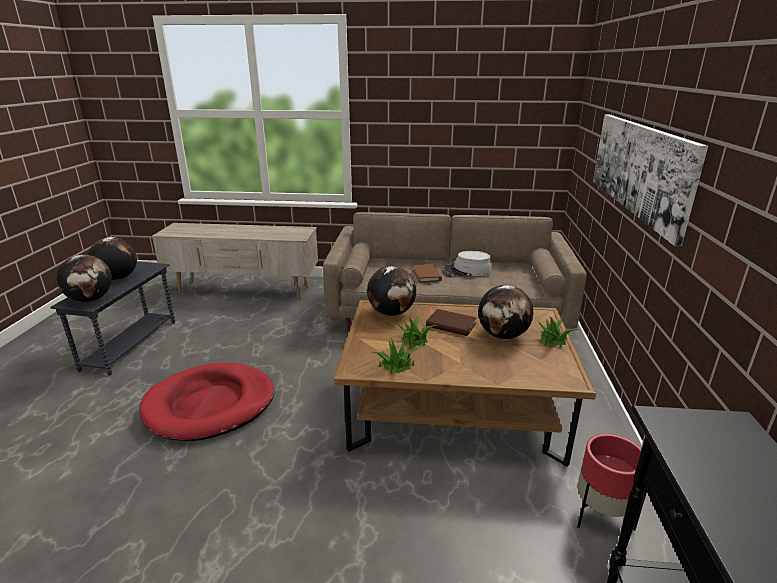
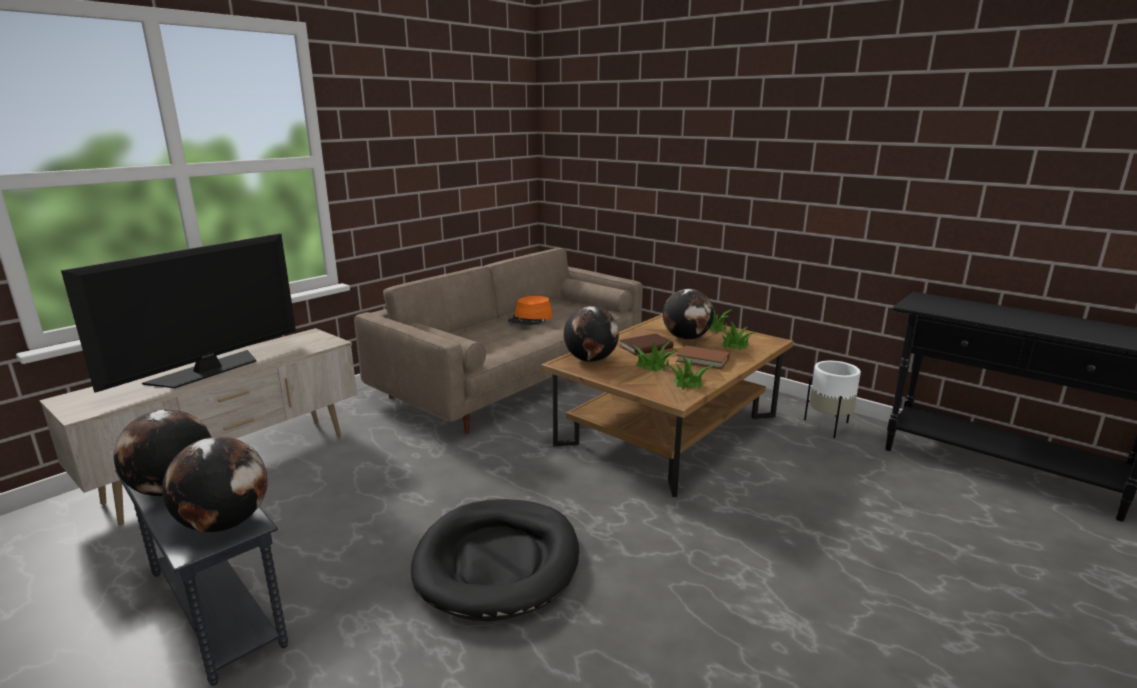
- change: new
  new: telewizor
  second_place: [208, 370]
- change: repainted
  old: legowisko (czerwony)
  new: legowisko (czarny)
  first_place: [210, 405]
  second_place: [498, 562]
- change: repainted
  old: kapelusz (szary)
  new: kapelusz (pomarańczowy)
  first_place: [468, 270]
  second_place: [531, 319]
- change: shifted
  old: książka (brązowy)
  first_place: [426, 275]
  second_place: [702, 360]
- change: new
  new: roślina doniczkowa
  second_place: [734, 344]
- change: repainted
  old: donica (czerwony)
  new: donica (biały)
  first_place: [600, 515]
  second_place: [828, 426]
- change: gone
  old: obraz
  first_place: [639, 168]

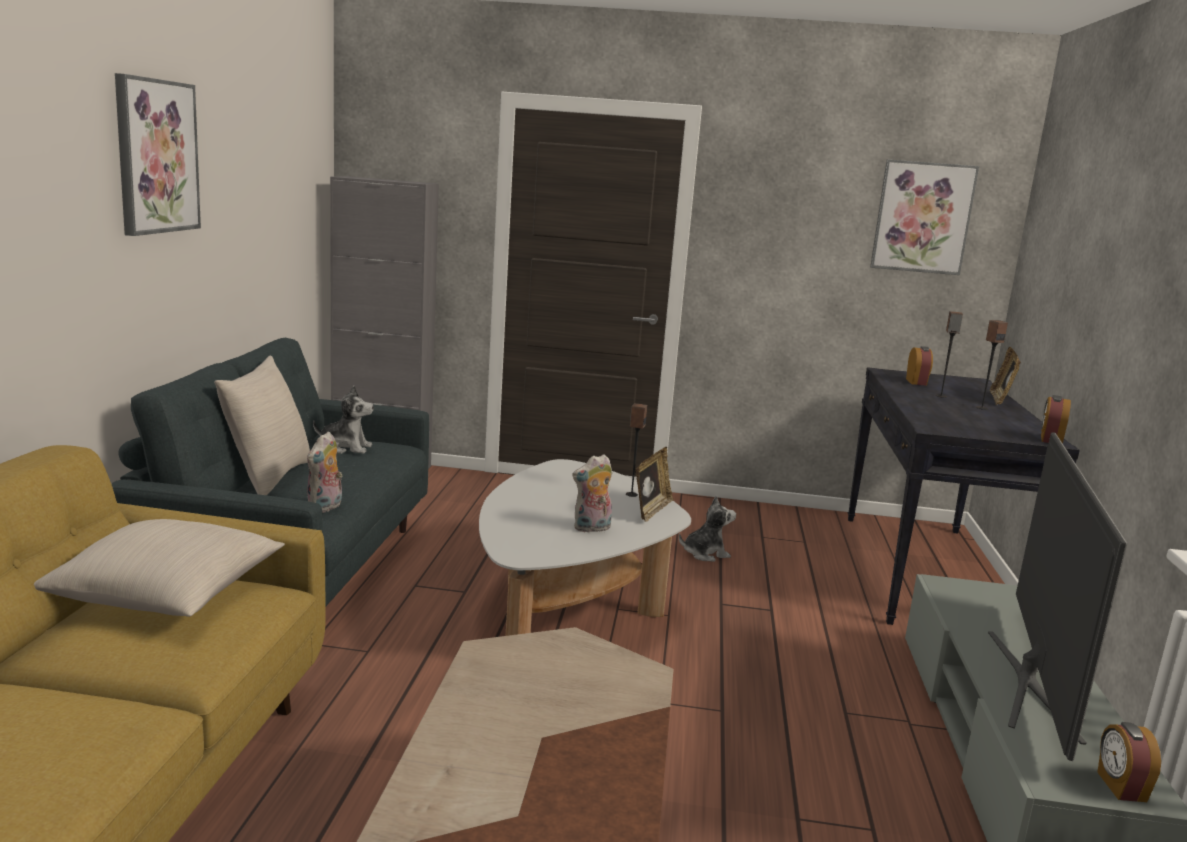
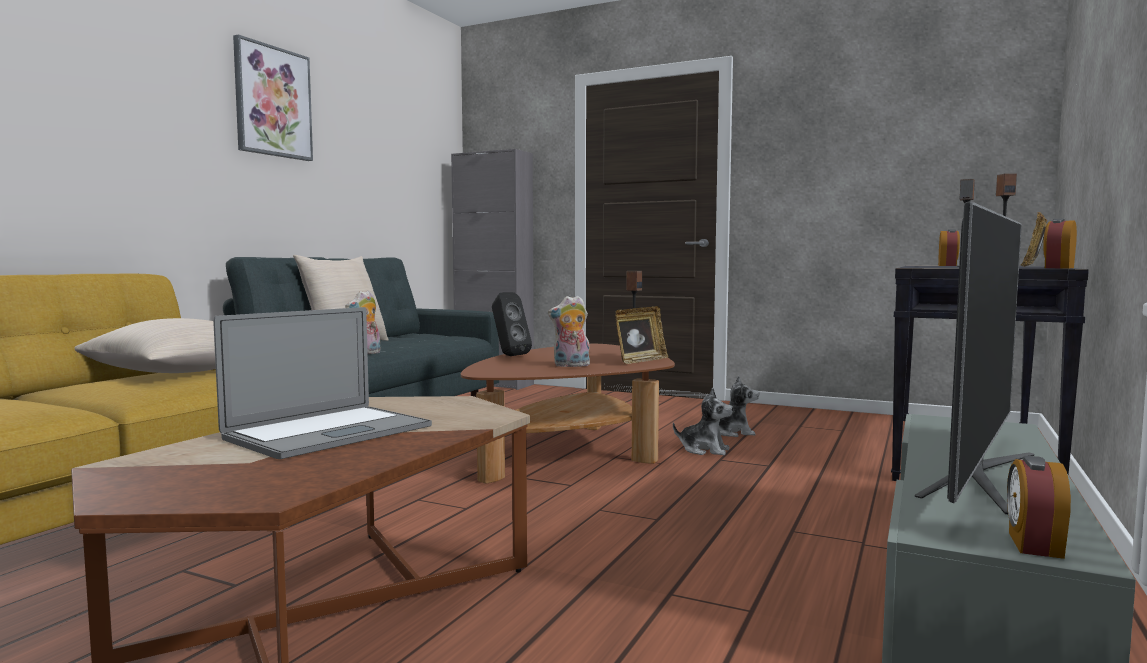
- change: new
  new: laptop
  second_place: [329, 432]
- change: repainted
  old: ława (biały)
  new: ława (brązowy)
  first_place: [568, 605]
  second_place: [572, 453]
- change: new
  new: głośnik (czarny)
  second_place: [509, 355]
- change: shifted
  old: pluszak
  first_place: [346, 447]
  second_place: [704, 450]
- change: gone
  old: obraz
  first_place: [922, 217]

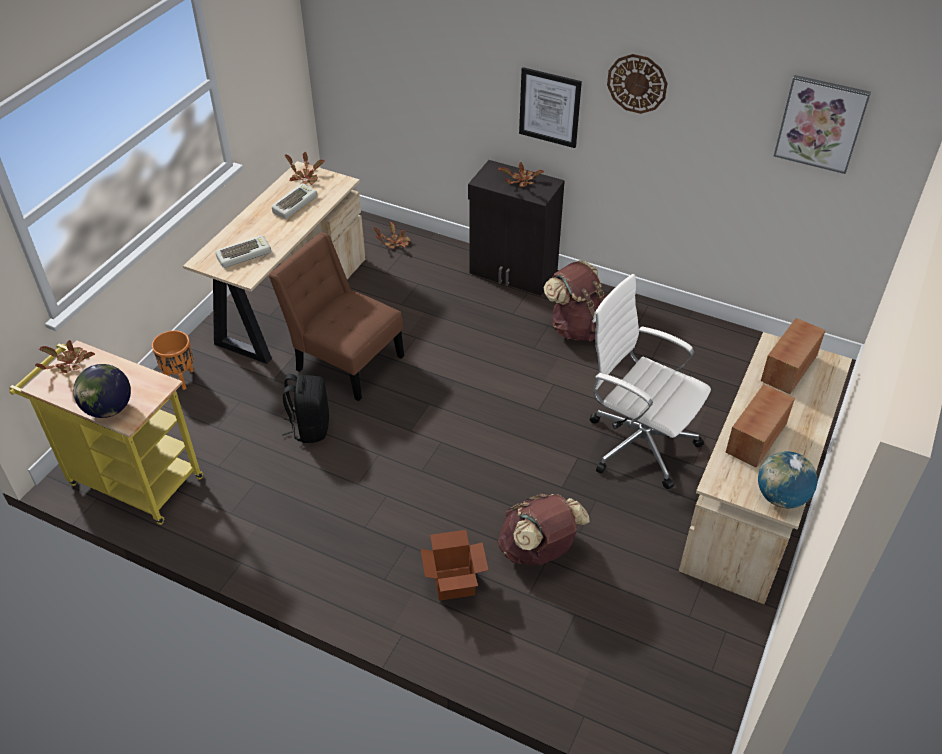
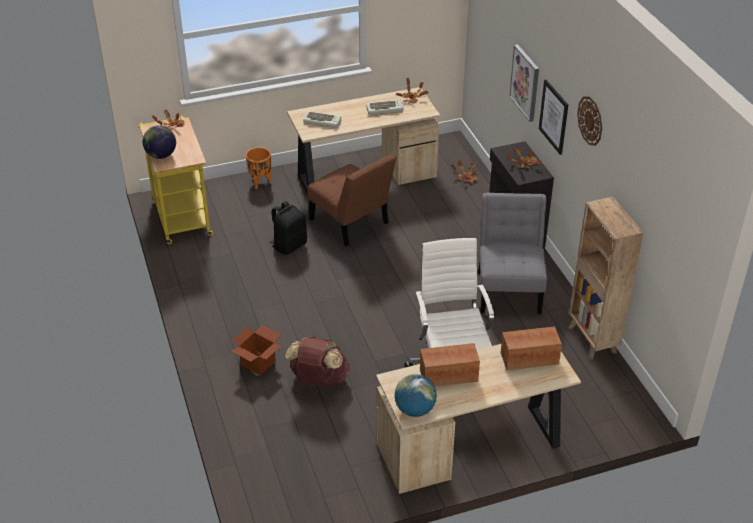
- change: rotated
  old: krzesło (brązowy)
  first_place: [345, 360]
  second_place: [351, 224]
  degrees: 150
- change: swapped
  old: plecak (brązowy)
  new: krzesło (szary)
  first_place: [578, 327]
  second_place: [509, 289]
- change: shifted
  old: obraz
  first_place: [821, 123]
  second_place: [525, 82]
- change: new
  new: regał (brązowy)
  second_place: [592, 340]

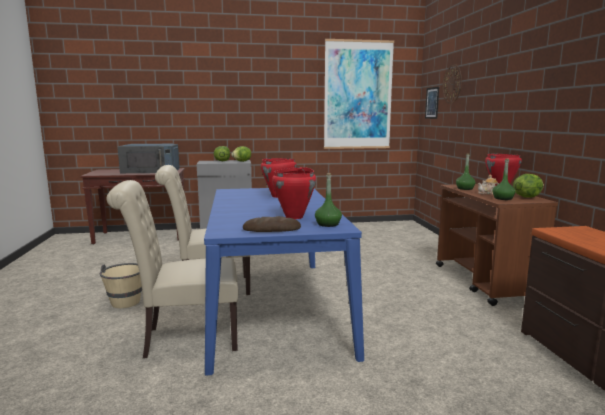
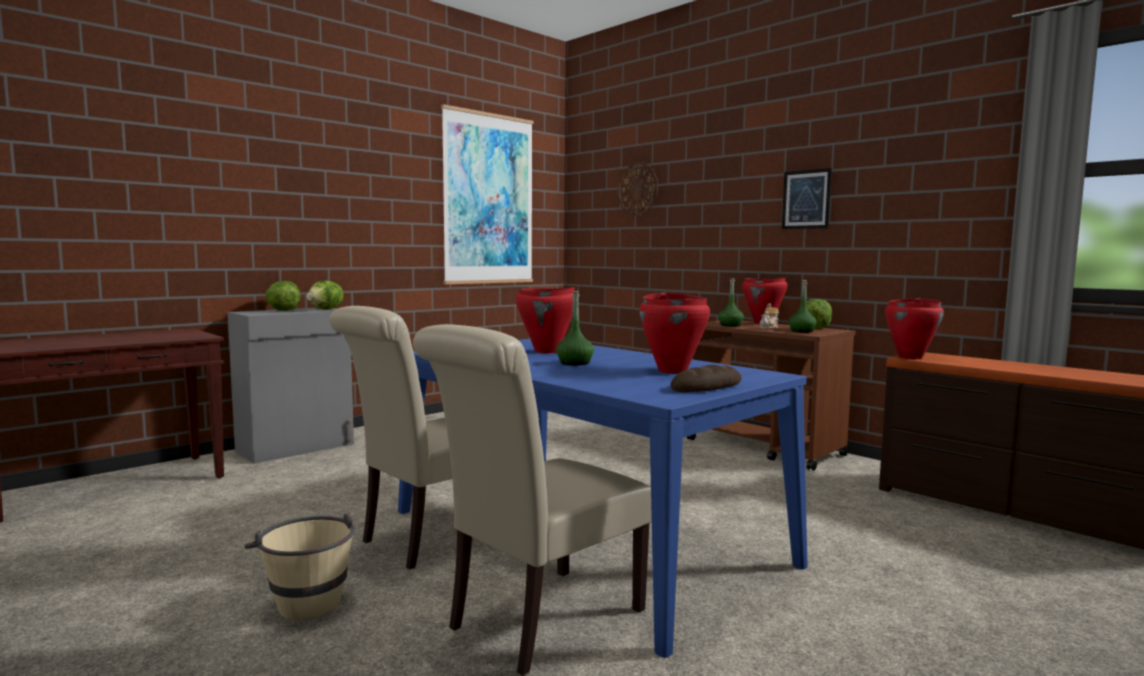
- change: shifted
  old: butelka (zielony)
  first_place: [328, 224]
  second_place: [574, 363]
- change: shifted
  old: obraz
  first_place: [432, 103]
  second_place: [806, 199]
- change: new
  new: garnek (czerwony)
  second_place: [911, 357]
- change: gone
  old: mikrofalówka (niebieski)
  first_place: [151, 171]

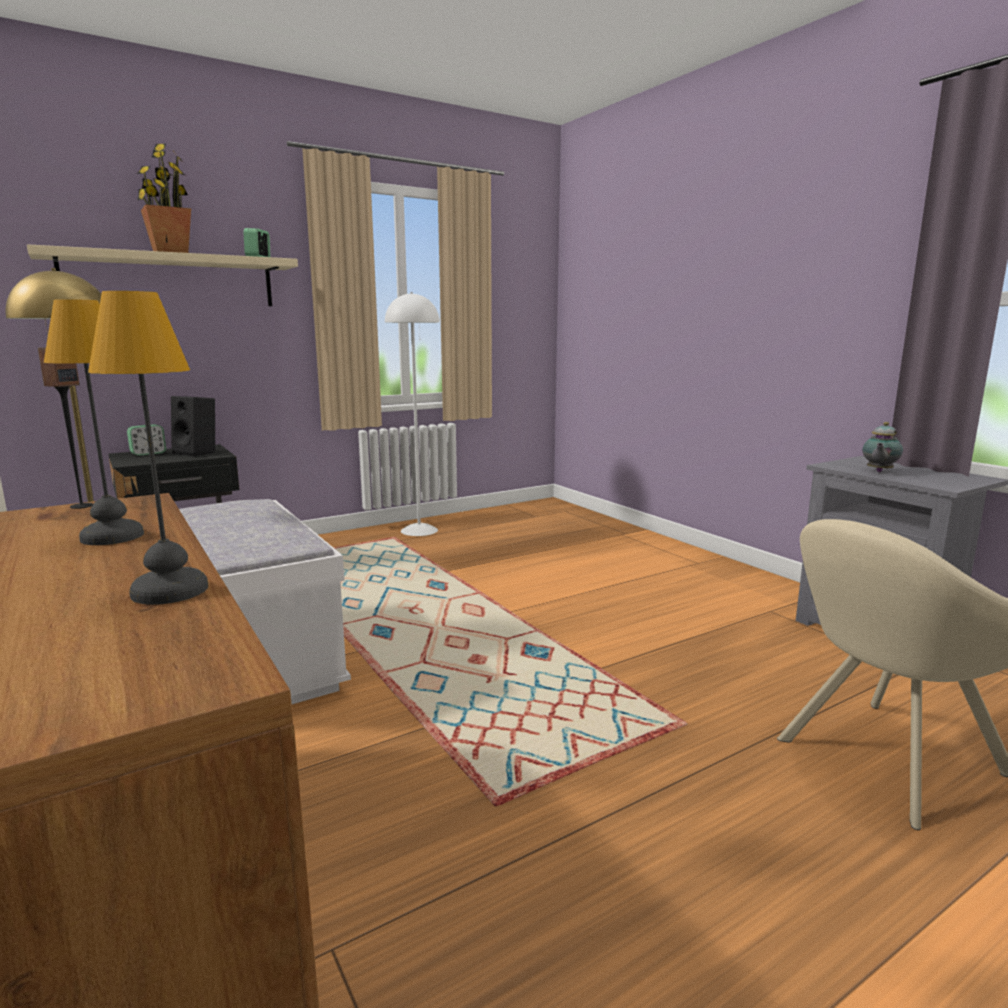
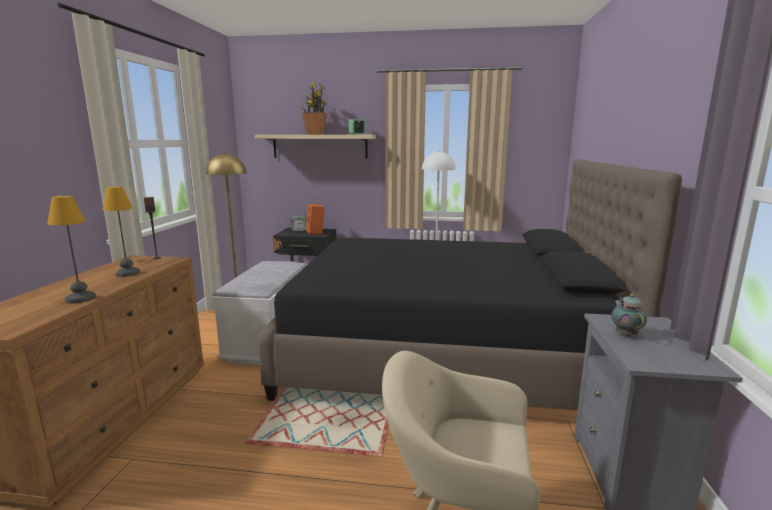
- change: new
  new: łóżko (czarny)
  second_place: [444, 352]
- change: repainted
  old: głośnik (czarny)
  new: głośnik (pomarańczowy)
  first_place: [198, 452]
  second_place: [316, 232]
- change: rotated
  old: imbryk
  first_place: [878, 471]
  second_place: [625, 334]
  degrees: 105

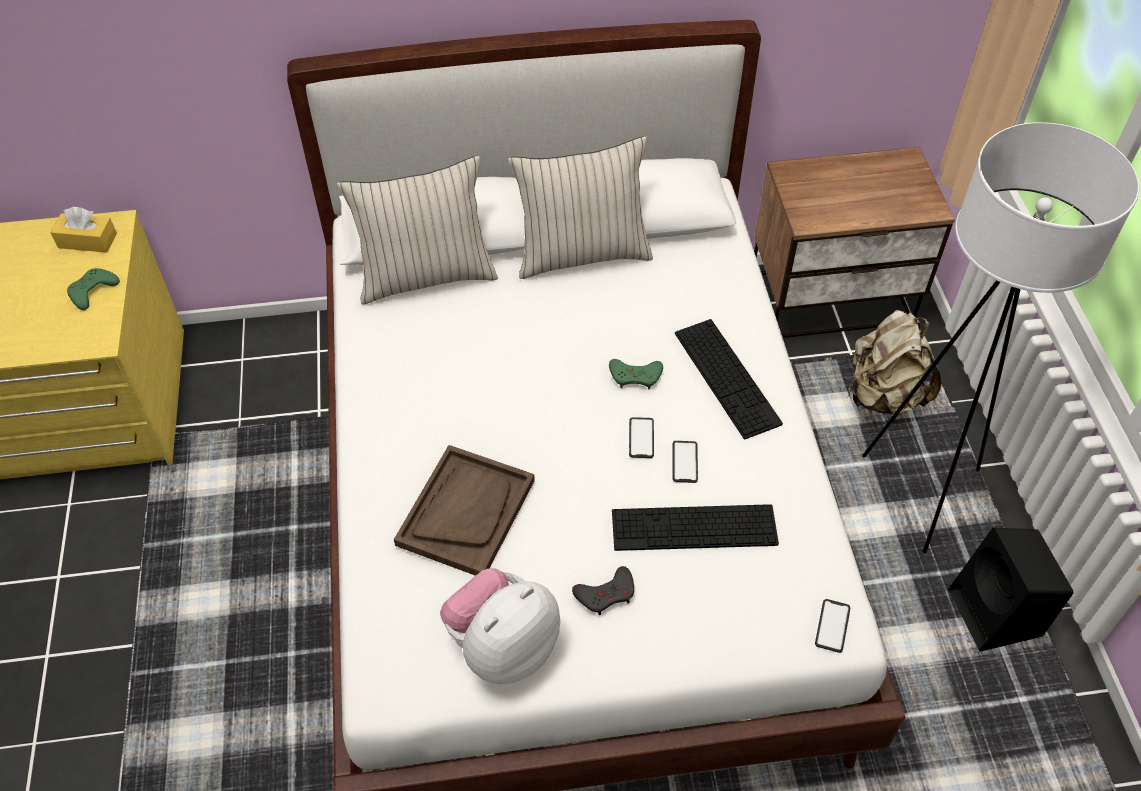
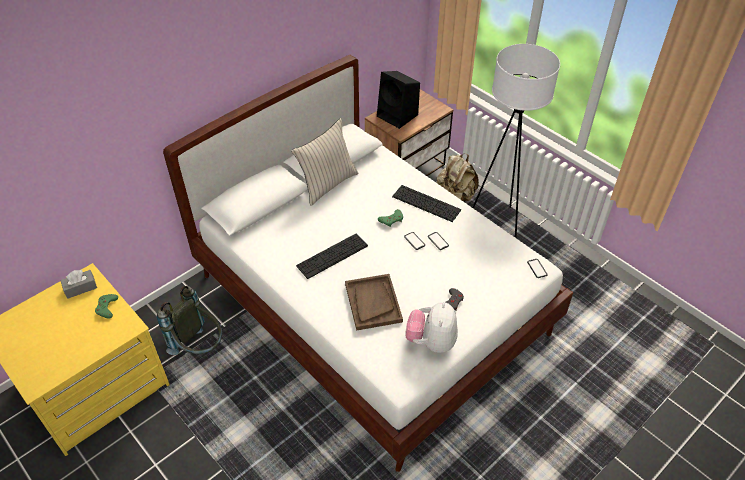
- change: repainted
  old: pudełko chusteczek (żółty)
  new: pudełko chusteczek (szary)
  first_place: [87, 241]
  second_place: [80, 288]
- change: new
  new: plecak (szary)
  second_place: [199, 347]
- change: shifted
  old: klawiatura
  first_place: [694, 527]
  second_place: [332, 256]
- change: shifted
  old: głośnik (czarny)
  first_place: [996, 615]
  second_place: [398, 116]
- change: gone
  old: poduszka (beżowy)
  first_place: [426, 276]

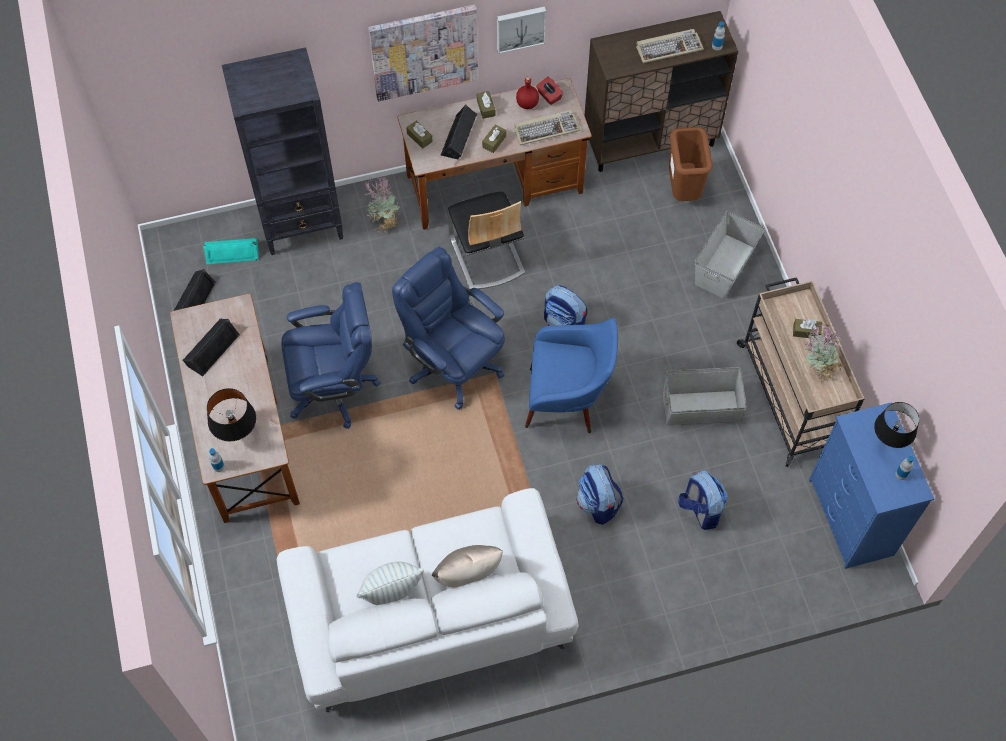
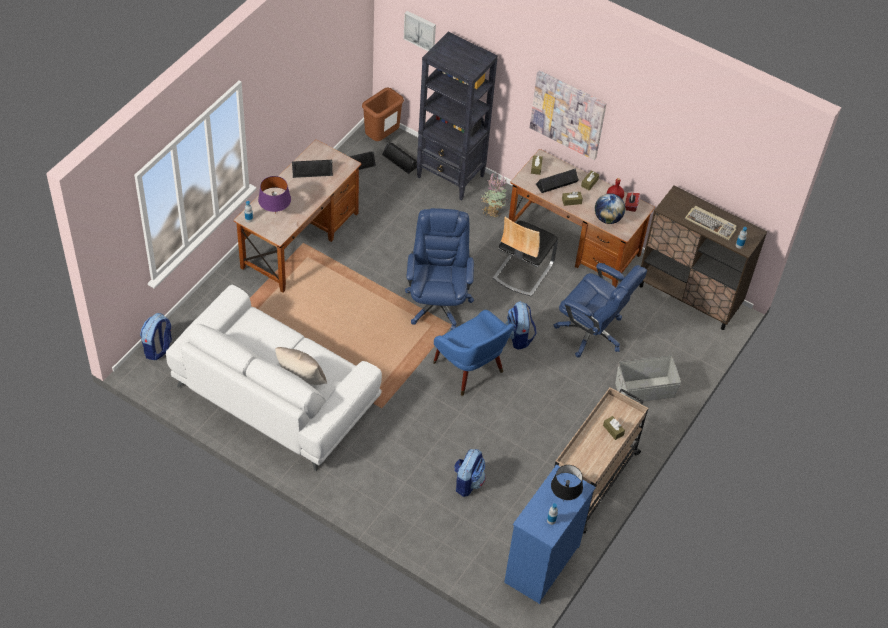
- change: shifted
  old: plecak
  first_place: [598, 504]
  second_place: [158, 348]
- change: repainted
  old: lampa stołowa (czarny)
  new: lampa stołowa (fioletowy)
  first_place: [237, 433]
  second_place: [275, 213]
- change: shifted
  old: kosz na śmieci (brązowy)
  first_place: [684, 190]
  second_place: [382, 137]
- change: repainted
  old: głośnik (turkusowy)
  new: głośnik (czarny)
  first_place: [232, 252]
  second_place: [400, 160]
- change: shifted
  old: obraz
  first_place: [520, 28]
  second_place: [420, 30]
- change: shifted
  old: krzesło biurowe (niebieski)
  first_place: [334, 387]
  second_place: [592, 332]
- change: swapped
  old: klawiatura
  new: globus
  first_place: [546, 129]
  second_place: [607, 218]
- change: gone
  old: poduszka
  first_place: [391, 592]
- change: gone
  old: pojemnik do przechowywania (szary)
  first_place: [701, 408]
- change: gone
  old: roślina doniczkowa
  first_place: [816, 369]

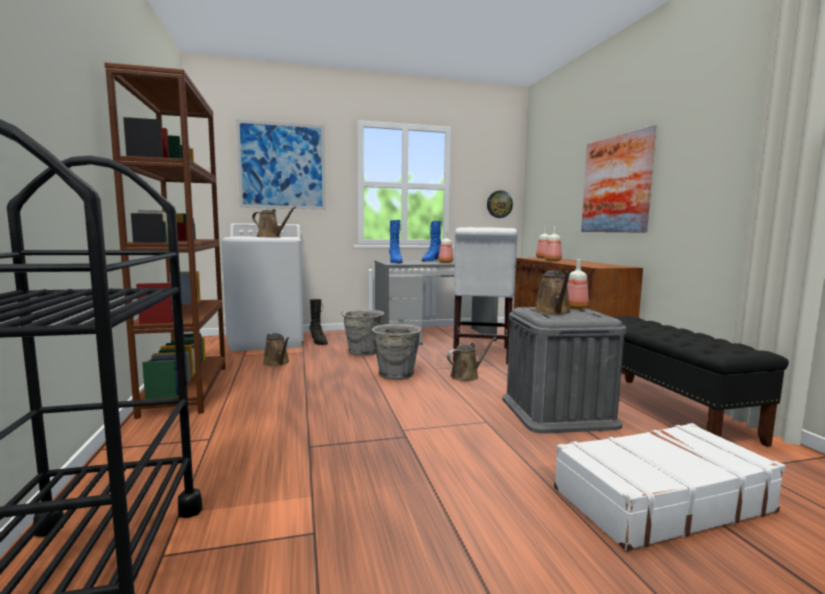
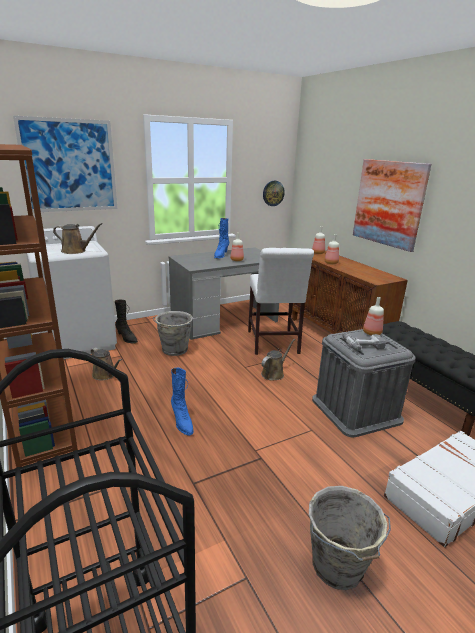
- change: shifted
  old: but z cholewką (niebieski)
  first_place: [395, 262]
  second_place: [182, 422]
- change: shifted
  old: wiadro (szary)
  first_place: [396, 375]
  second_place: [338, 567]
- change: swapped
  old: konewka (brązowy)
  new: wiertarka
  first_place: [553, 312]
  second_place: [361, 344]

